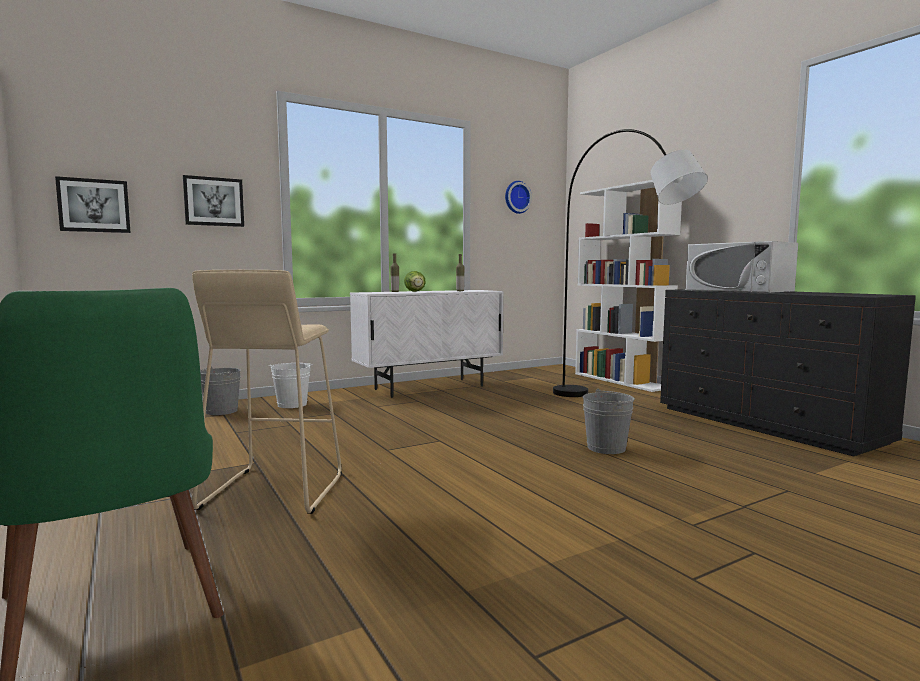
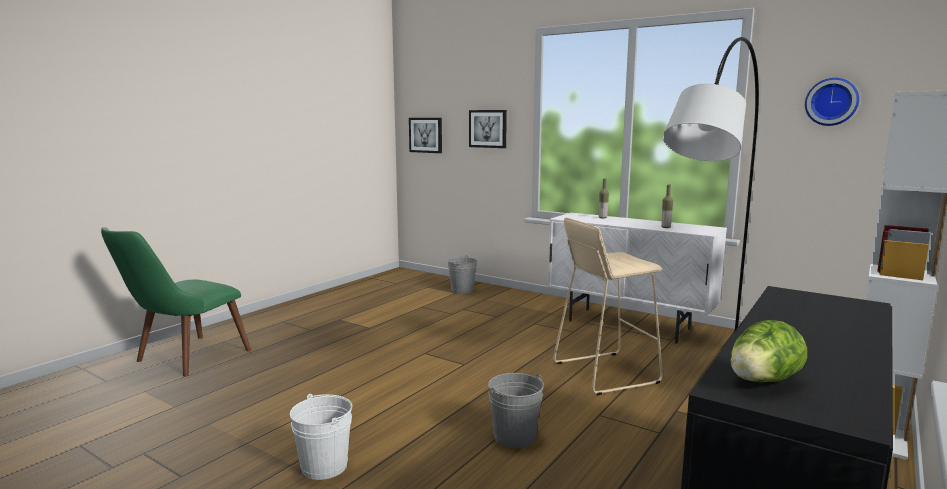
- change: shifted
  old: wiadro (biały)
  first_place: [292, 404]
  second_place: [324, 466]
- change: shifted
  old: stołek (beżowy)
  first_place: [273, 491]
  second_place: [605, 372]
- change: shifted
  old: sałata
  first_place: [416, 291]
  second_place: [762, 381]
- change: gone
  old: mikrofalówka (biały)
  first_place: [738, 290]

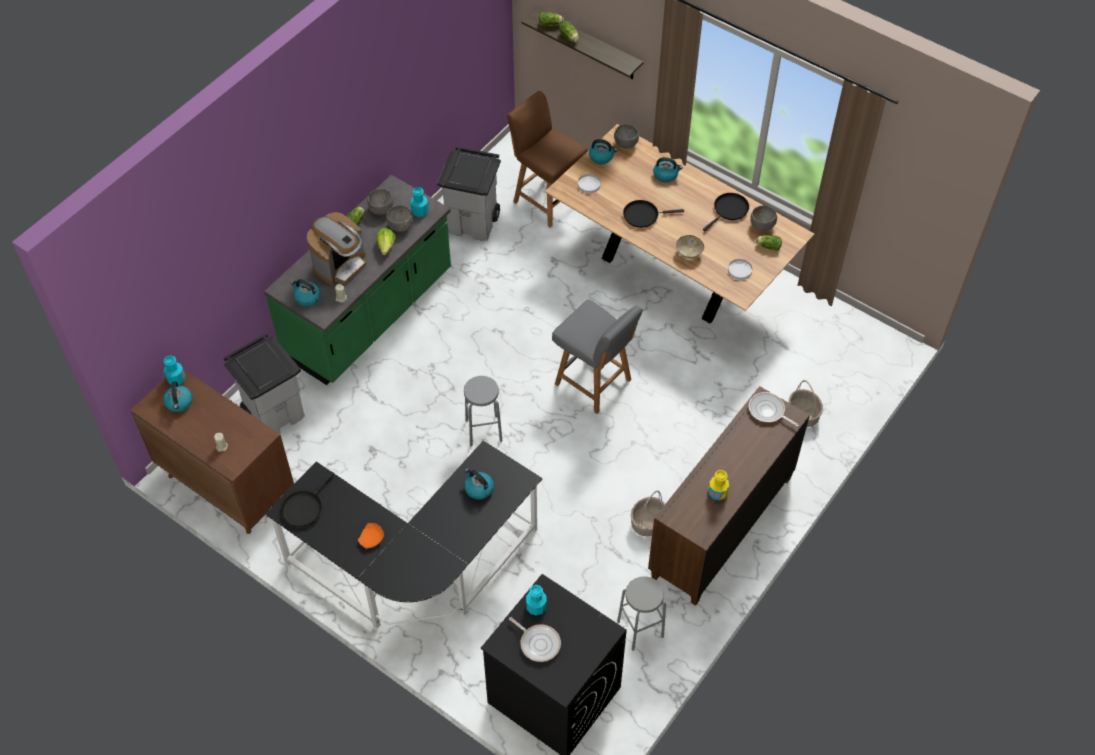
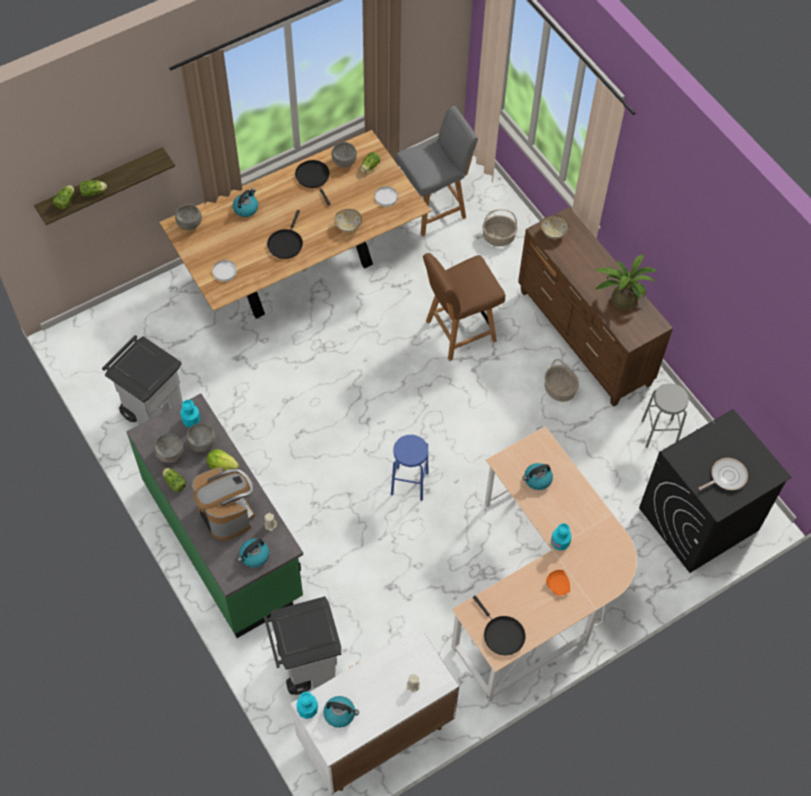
- change: repainted
  old: szafka (brązowy)
  new: szafka (biały)
  first_place: [226, 485]
  second_place: [374, 735]
- change: repainted
  old: stołek (szary)
  new: stołek (niebieski)
  first_place: [484, 430]
  second_place: [409, 483]
- change: shifted
  old: krzesło (szary)
  first_place: [594, 383]
  second_place: [434, 209]
- change: shifted
  old: krzesło (brązowy)
  first_place: [547, 200]
  second_place: [459, 331]
- change: repainted
  old: biurko (czarny)
  new: biurko (beżowy)
  first_place: [415, 571]
  second_place: [539, 590]
- change: swapped
  old: patelnia
  new: miska
  first_place: [768, 411]
  second_place: [554, 233]
- change: shifted
  old: butelka (turkusowy)
  first_place: [536, 607]
  second_place: [560, 542]
- change: swapped
  old: butelka (żółty)
  new: roślina doniczkowa
  first_place: [717, 493]
  second_place: [620, 299]
- change: gone
  old: czajnik
  first_place: [601, 157]

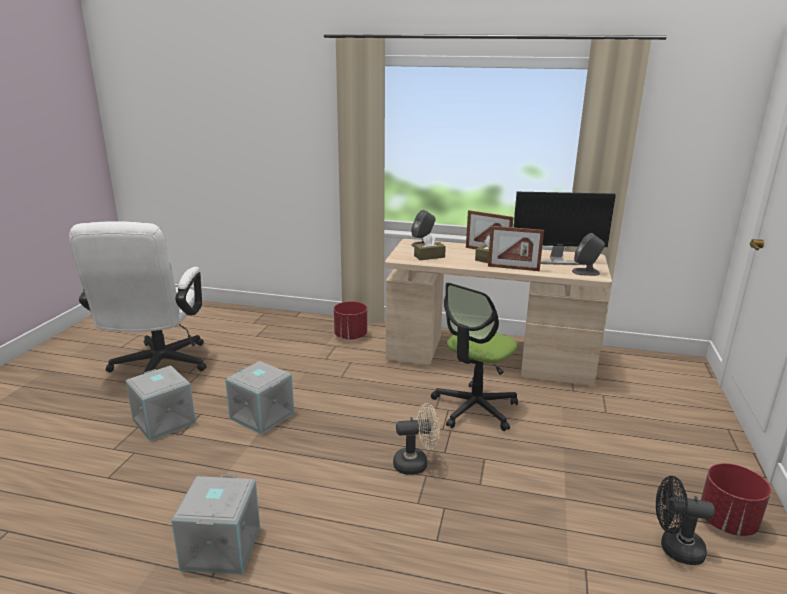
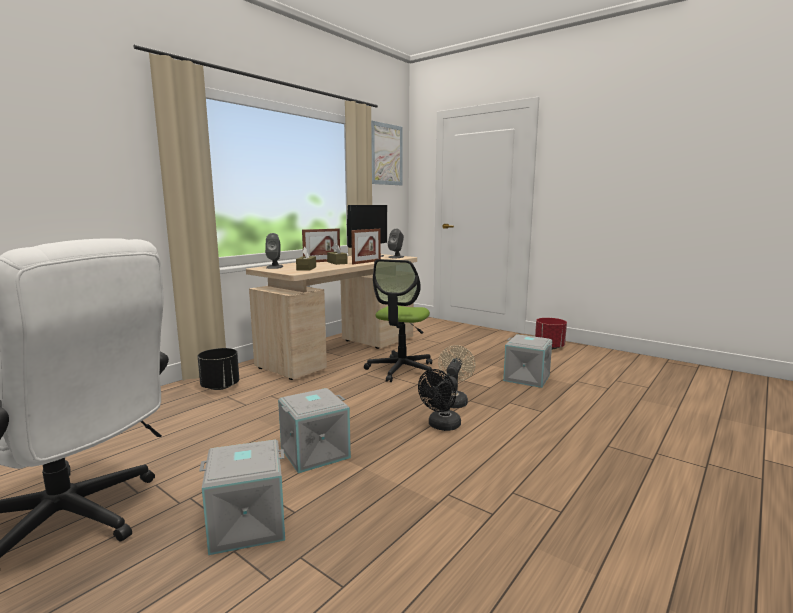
- change: repainted
  old: donica (czerwony)
  new: donica (czarny)
  first_place: [350, 336]
  second_place: [220, 387]
- change: rotated
  old: krzesło biurowe
  first_place: [474, 408]
  second_place: [401, 370]
  degrees: 45
- change: new
  new: obraz
  second_place: [386, 154]
- change: shifted
  old: wentylator (czarny)
  first_place: [674, 548]
  second_place: [441, 426]
- change: shifted
  old: pojemnik do przechowywania (szary)
  first_place: [220, 547]
  second_place: [526, 378]

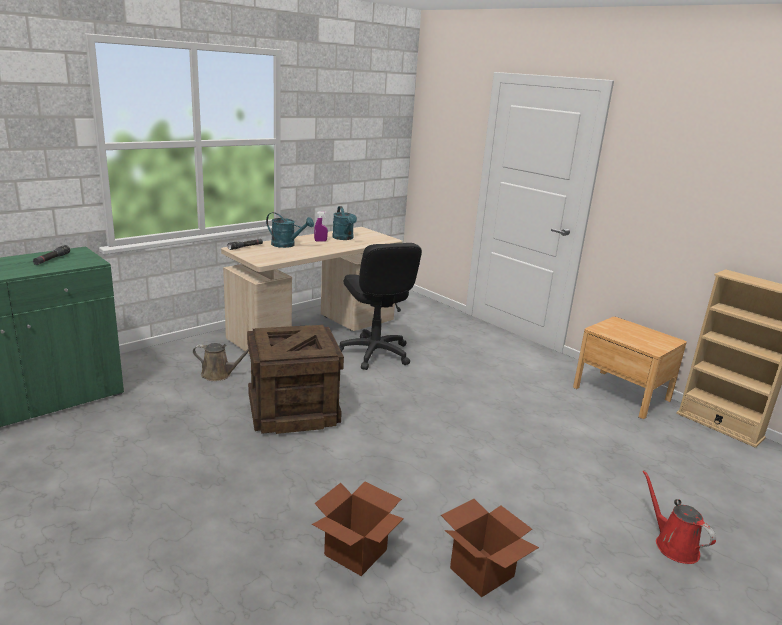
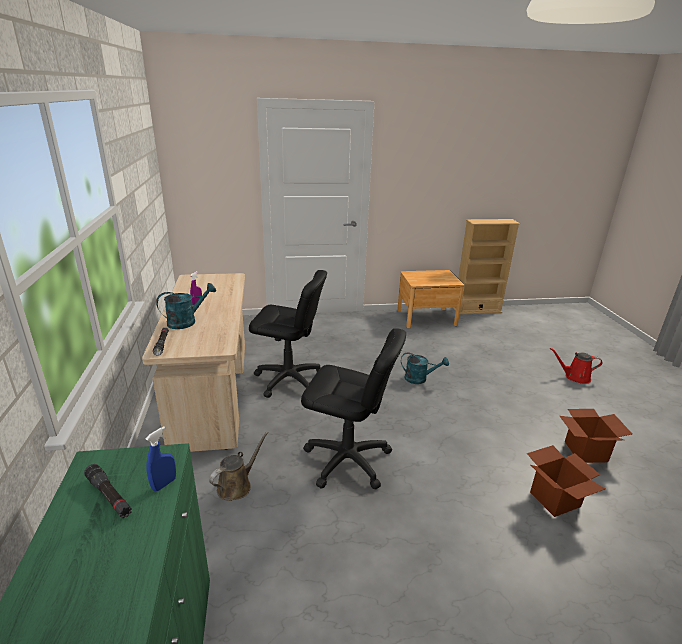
- change: new
  new: spryskiwacz (niebieski)
  second_place: [164, 484]
- change: swapped
  old: skrzynka
  new: krzesło biurowe (czarny)
  first_place: [293, 411]
  second_place: [347, 460]
- change: shifted
  old: konewka (turkusowy)
  first_place: [344, 238]
  second_place: [420, 379]

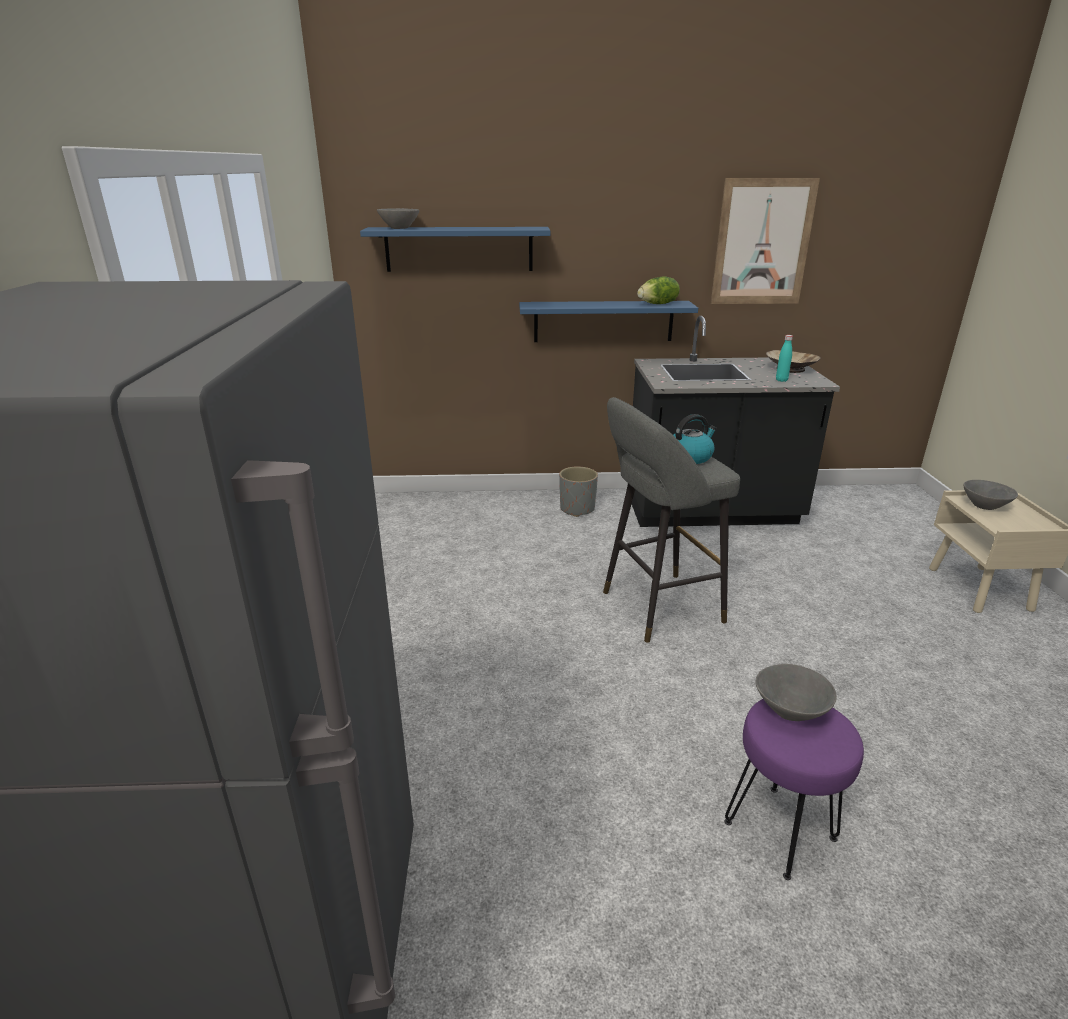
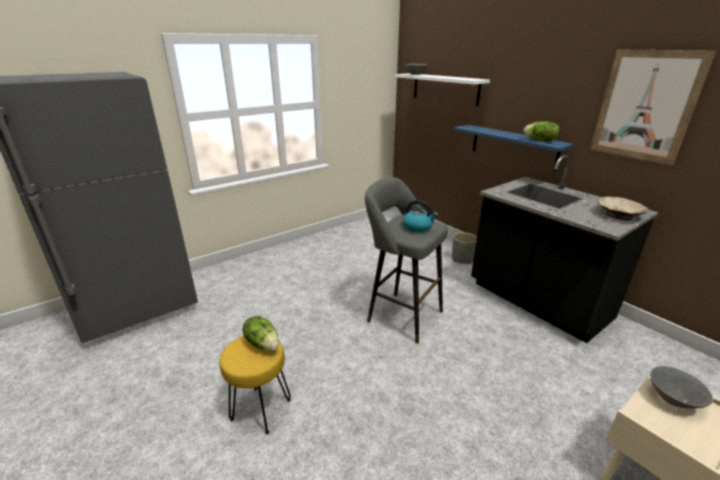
- change: repainted
  old: stołek (fioletowy)
  new: stołek (żółty)
  first_place: [781, 830]
  second_place: [261, 410]
- change: swapped
  old: miska (szary)
  new: sałata
  first_place: [789, 710]
  second_place: [263, 343]
- change: repainted
  old: półka (niebieski)
  new: półka (biały)
  first_place: [459, 249]
  second_place: [445, 89]
- change: gone
  old: butelka (turkusowy)
  first_place: [781, 380]

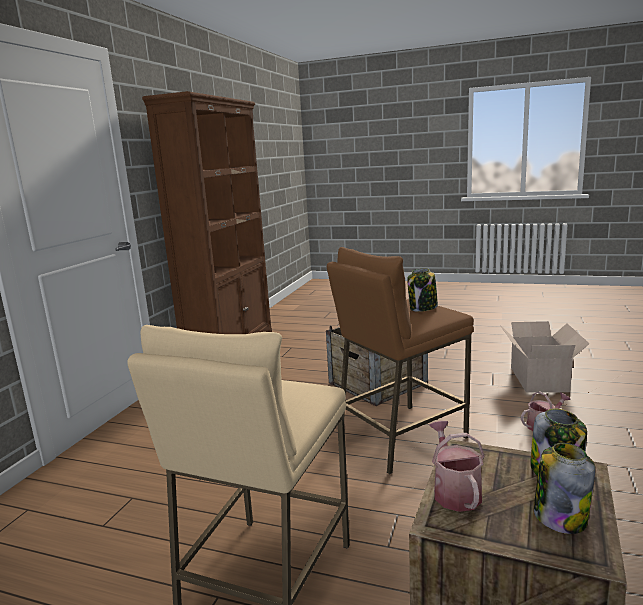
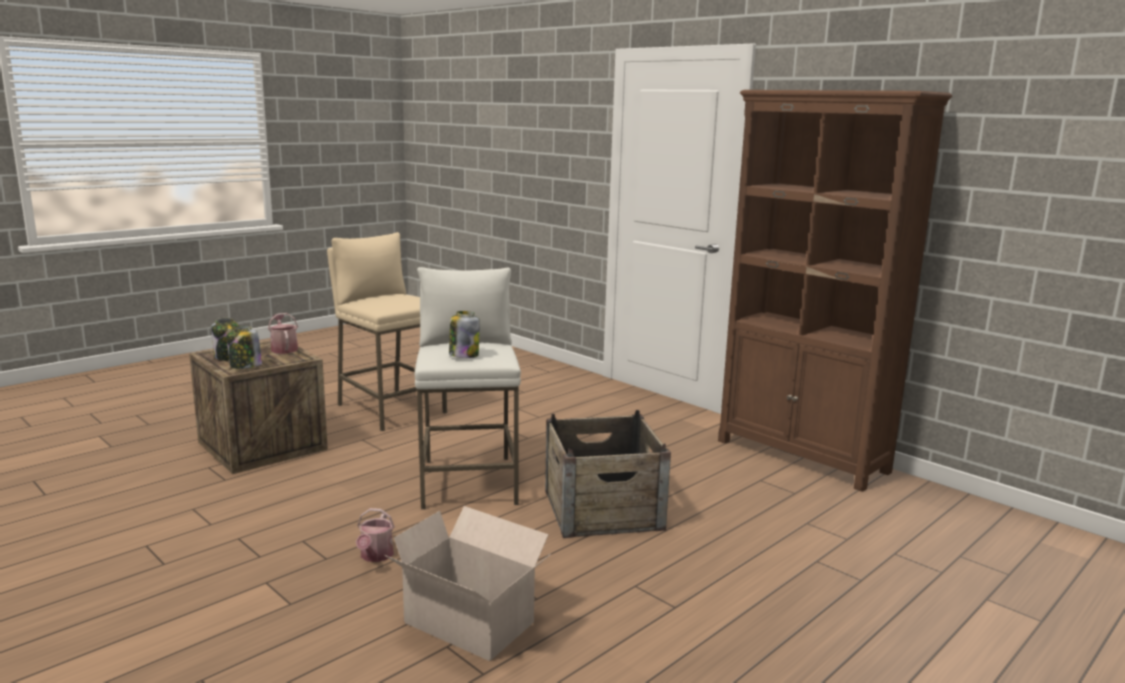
- change: rotated
  old: konewka
  first_place: [454, 491]
  second_place: [283, 348]
  degrees: -135
- change: repainted
  old: stołek (brązowy)
  new: stołek (biały)
  first_place: [401, 437]
  second_place: [468, 481]

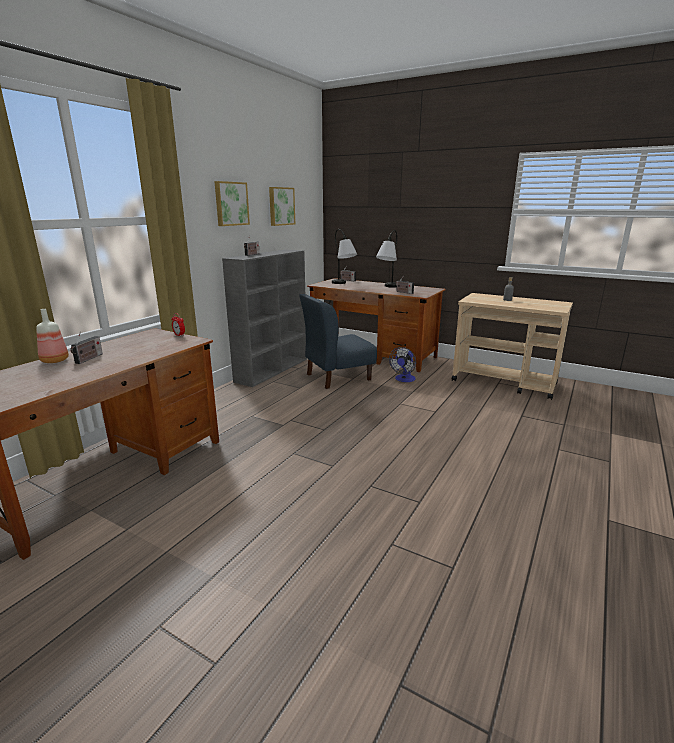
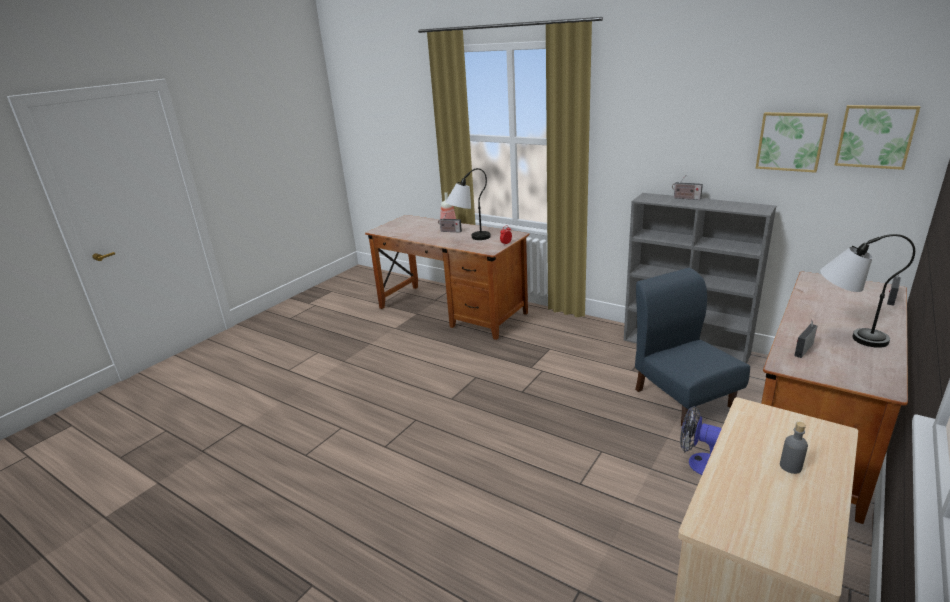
- change: shifted
  old: lampa stołowa
  first_place: [343, 284]
  second_place: [469, 239]
- change: shifted
  old: obraz
  first_place: [231, 203]
  second_place: [875, 136]

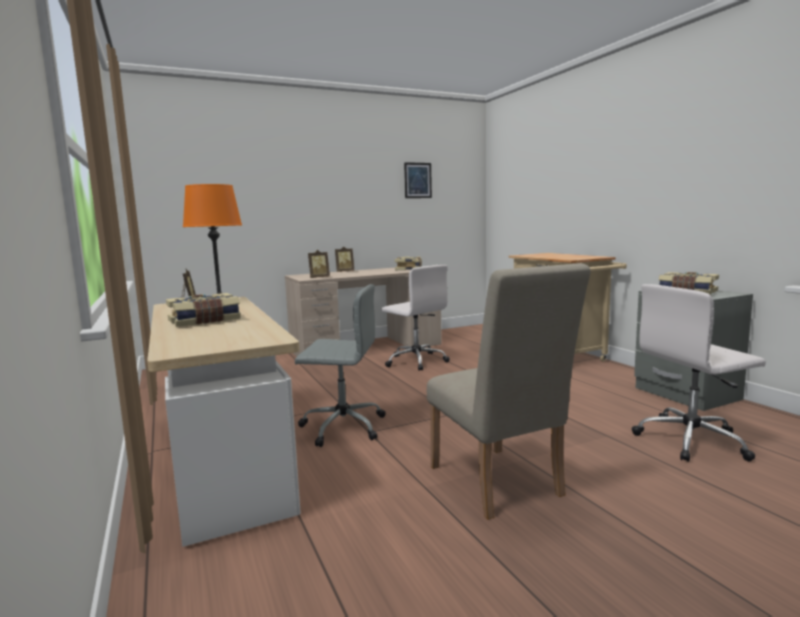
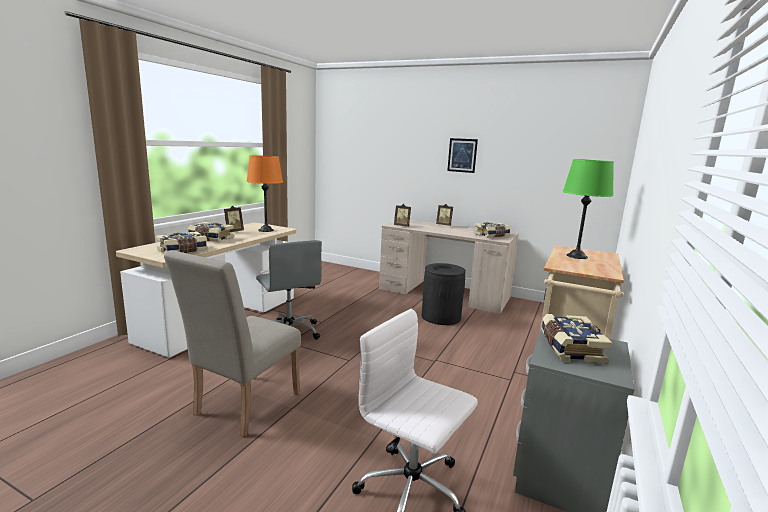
- change: new
  new: książka
  second_place: [183, 251]
- change: swapped
  old: krzesło biurowe (biały)
  new: kosz na śmieci (czarny)
  first_place: [415, 361]
  second_place: [440, 317]
- change: shifted
  old: obraz
  first_place: [418, 180]
  second_place: [462, 155]
- change: new
  new: lampa stołowa (zielony)
  second_place: [576, 256]

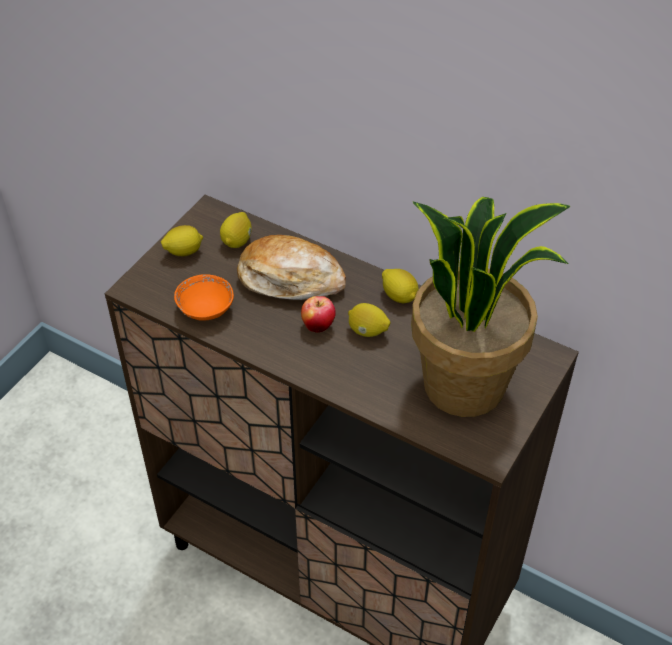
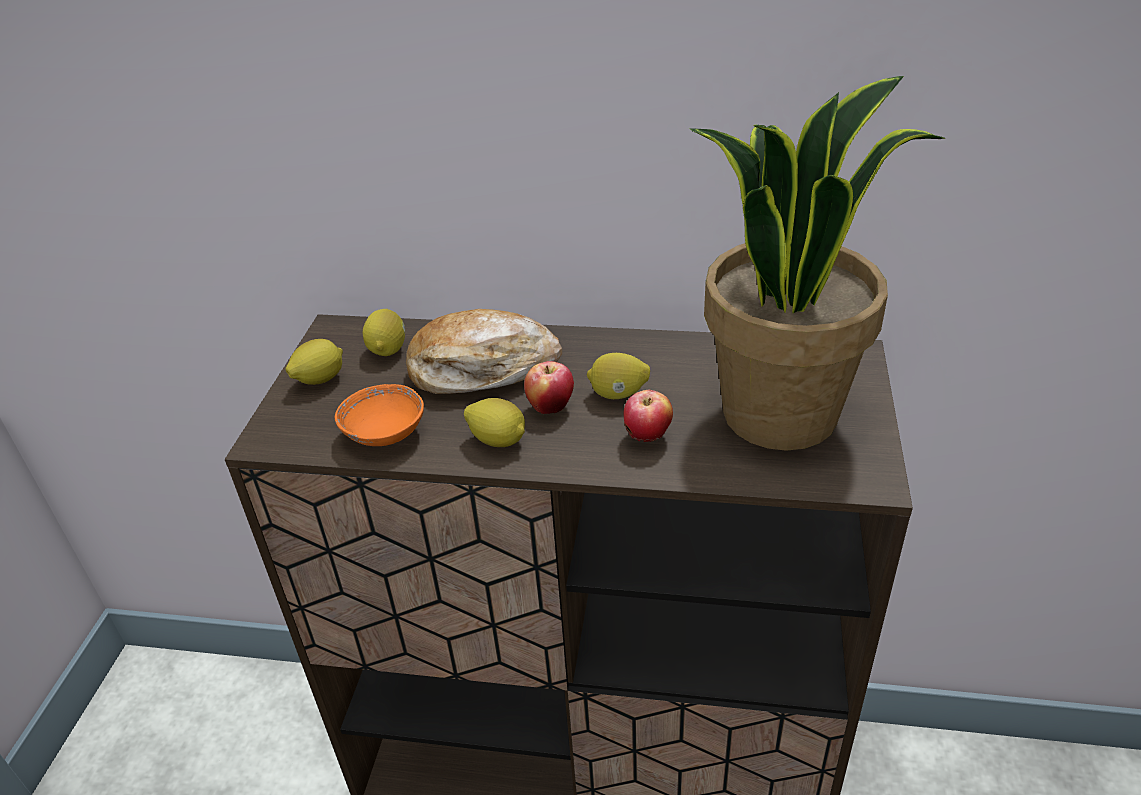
- change: shifted
  old: cytryna
  first_place: [399, 296]
  second_place: [498, 440]
- change: new
  new: jabłko
  second_place: [647, 438]

